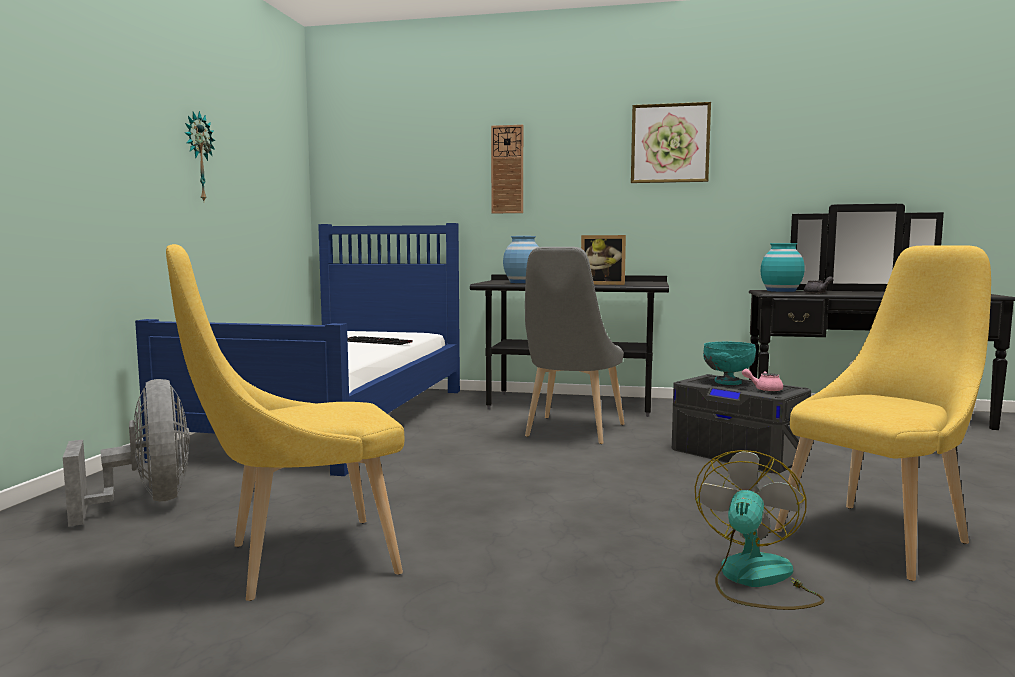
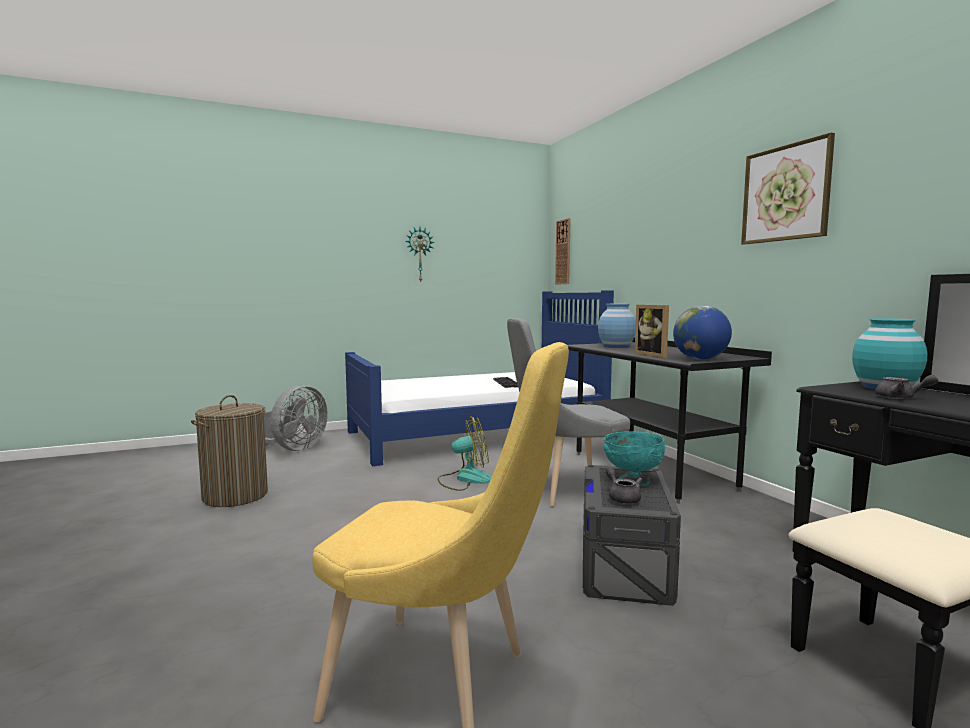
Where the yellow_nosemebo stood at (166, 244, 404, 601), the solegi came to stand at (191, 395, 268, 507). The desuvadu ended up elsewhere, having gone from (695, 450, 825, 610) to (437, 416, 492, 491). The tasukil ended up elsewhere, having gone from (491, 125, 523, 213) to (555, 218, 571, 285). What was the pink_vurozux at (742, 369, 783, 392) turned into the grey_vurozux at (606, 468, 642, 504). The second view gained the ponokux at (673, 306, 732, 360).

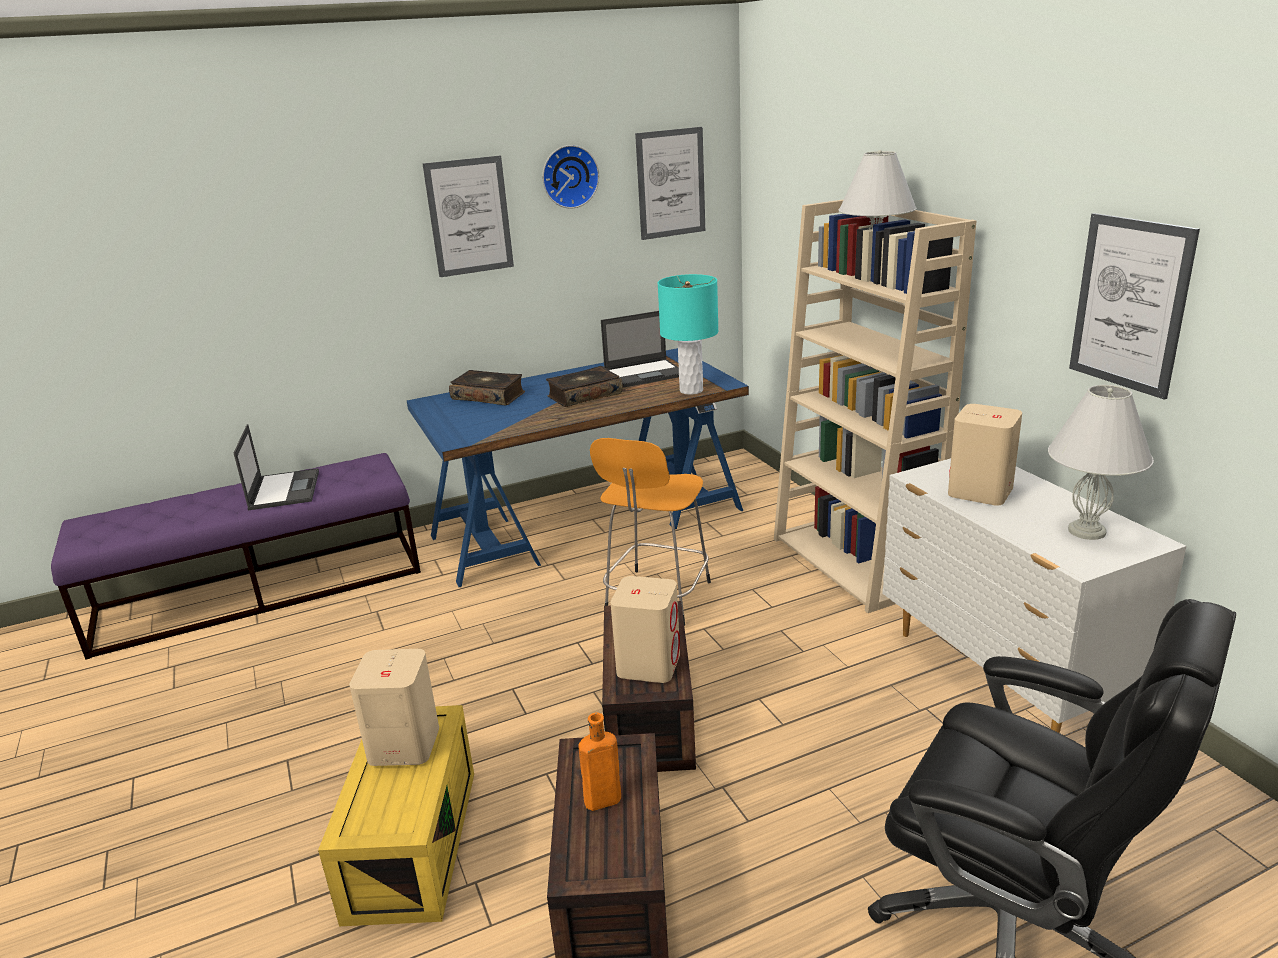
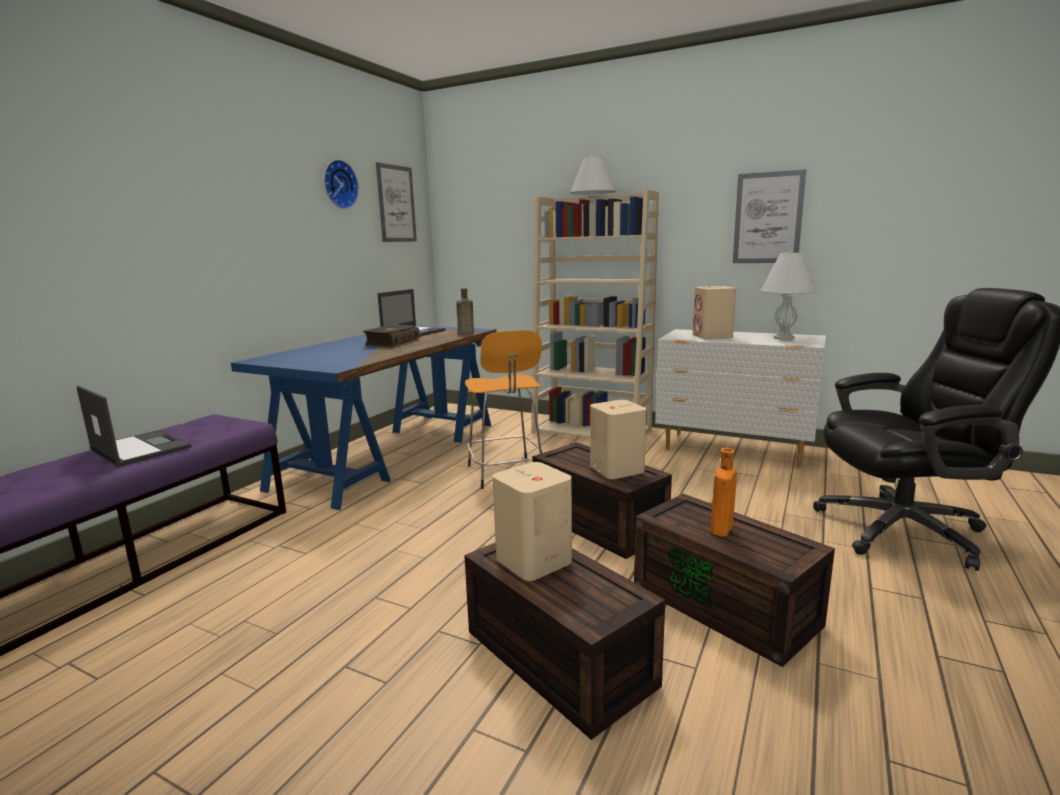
Where the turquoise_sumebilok stood at (658, 274, 719, 395), the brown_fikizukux came to stand at (456, 288, 474, 335). What was the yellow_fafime at (318, 705, 474, 926) turned into the brown_fafime at (464, 542, 665, 740). The second view lost the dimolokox at (423, 156, 514, 277). The second view lost the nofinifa at (449, 370, 525, 406).

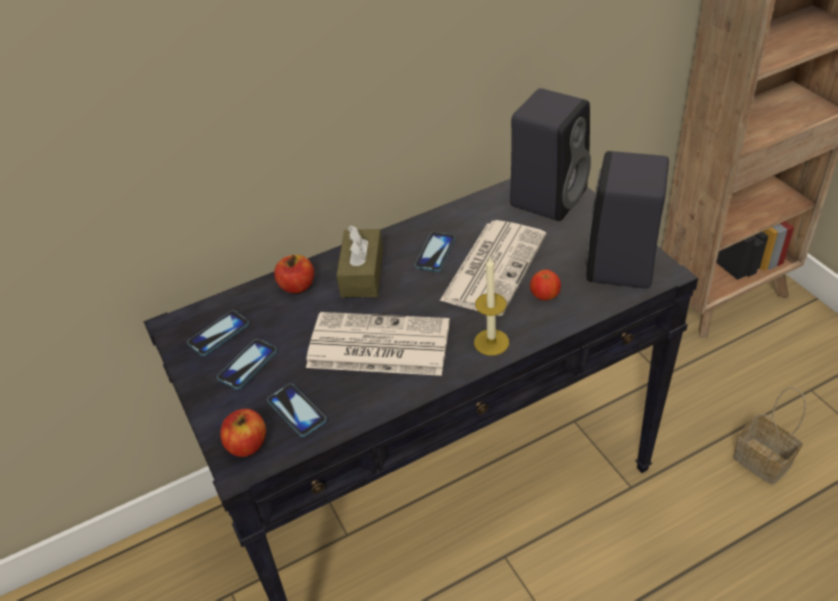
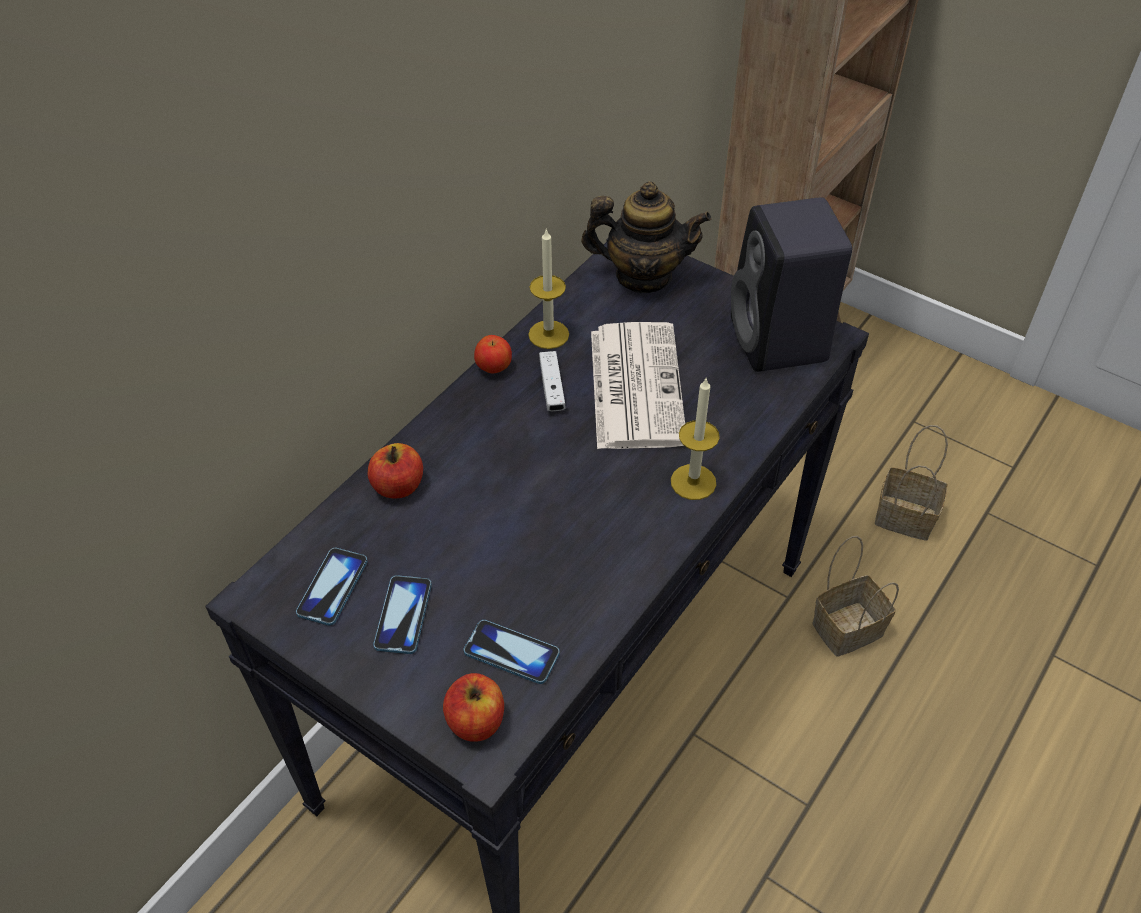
The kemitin ended up elsewhere, having gone from (530, 269, 561, 300) to (474, 335, 512, 374). The second view gained the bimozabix at (528, 228, 569, 349). Where the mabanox stood at (415, 232, 456, 272), the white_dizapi came to stand at (539, 351, 566, 411). Where the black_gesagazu stood at (510, 88, 591, 221), the vurozux came to stand at (581, 182, 712, 293). The second view gained the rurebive at (812, 536, 899, 657). The second view lost the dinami at (306, 312, 450, 376). The second view lost the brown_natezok at (336, 226, 383, 298).

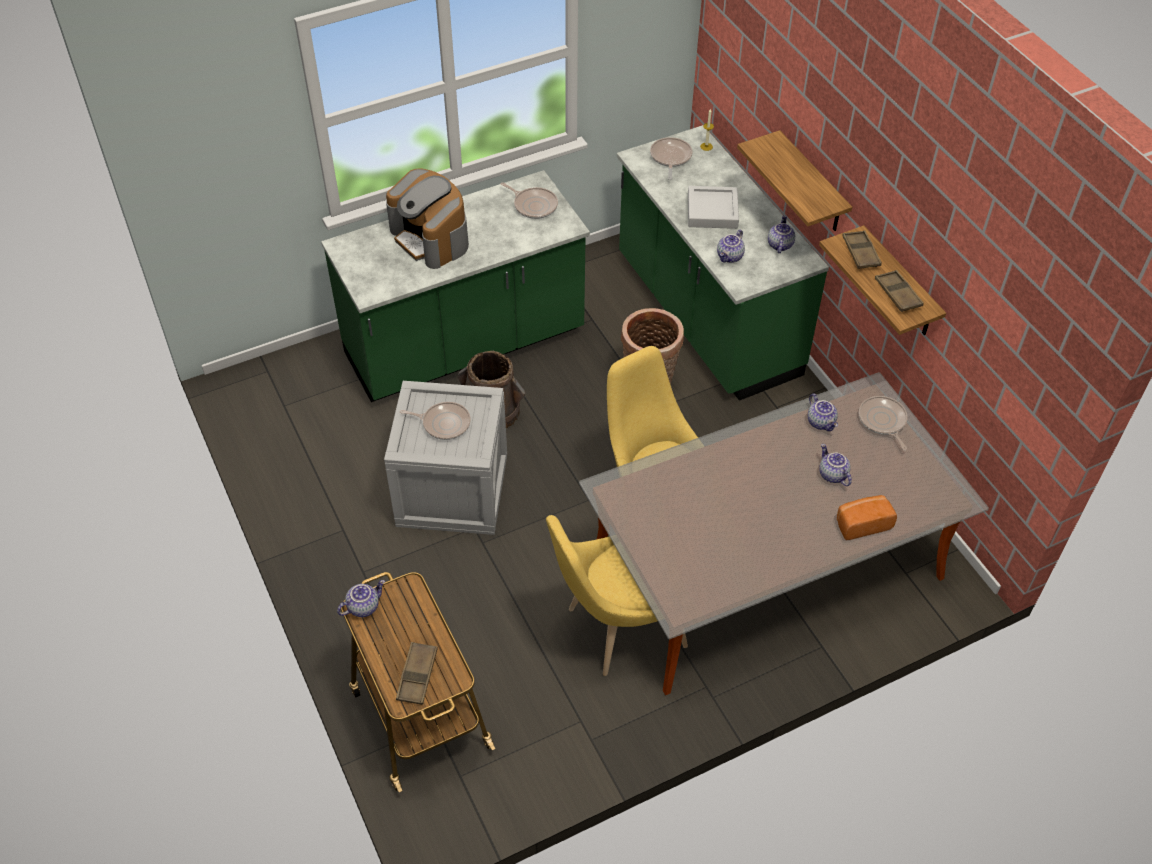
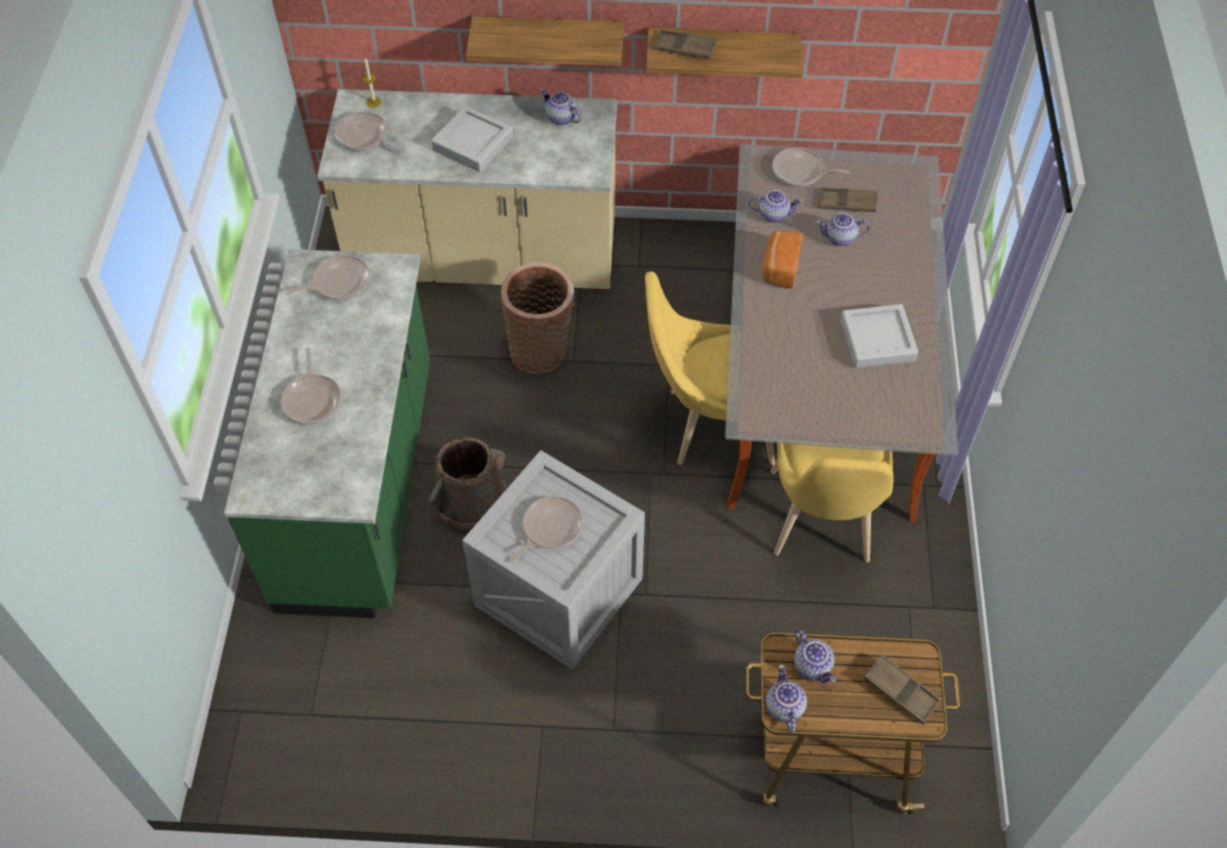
Where the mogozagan stood at (386, 168, 469, 269), the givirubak came to stand at (281, 348, 342, 425). What was the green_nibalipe at (617, 125, 829, 401) turned into the beige_nibalipe at (317, 89, 617, 290). The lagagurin ended up elsewhere, having gone from (837, 495, 897, 540) to (762, 230, 803, 289). The vurozux ended up elsewhere, having gone from (717, 230, 745, 263) to (794, 630, 836, 683). The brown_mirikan ended up elsewhere, having gone from (875, 270, 924, 312) to (818, 187, 878, 212). The second view gained the grey_mirikan at (840, 304, 918, 368).

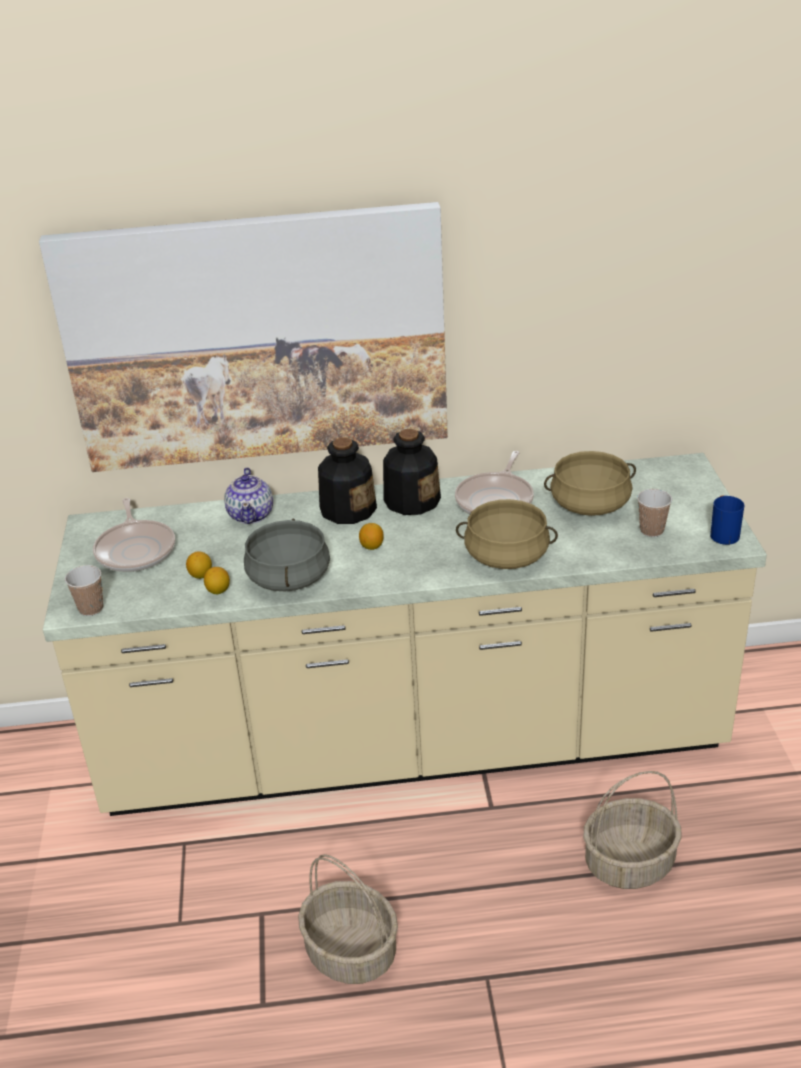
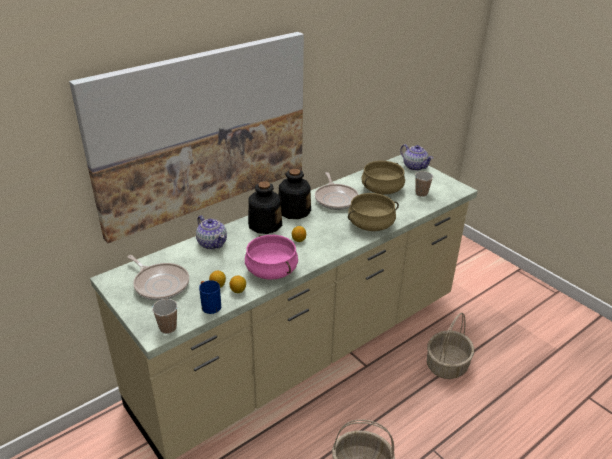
The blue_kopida ended up elsewhere, having gone from (710, 496, 744, 545) to (199, 280, 221, 314). What was the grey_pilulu at (244, 518, 330, 591) turned into the pink_pilulu at (245, 235, 298, 280). The second view gained the vurozux at (400, 144, 433, 171).

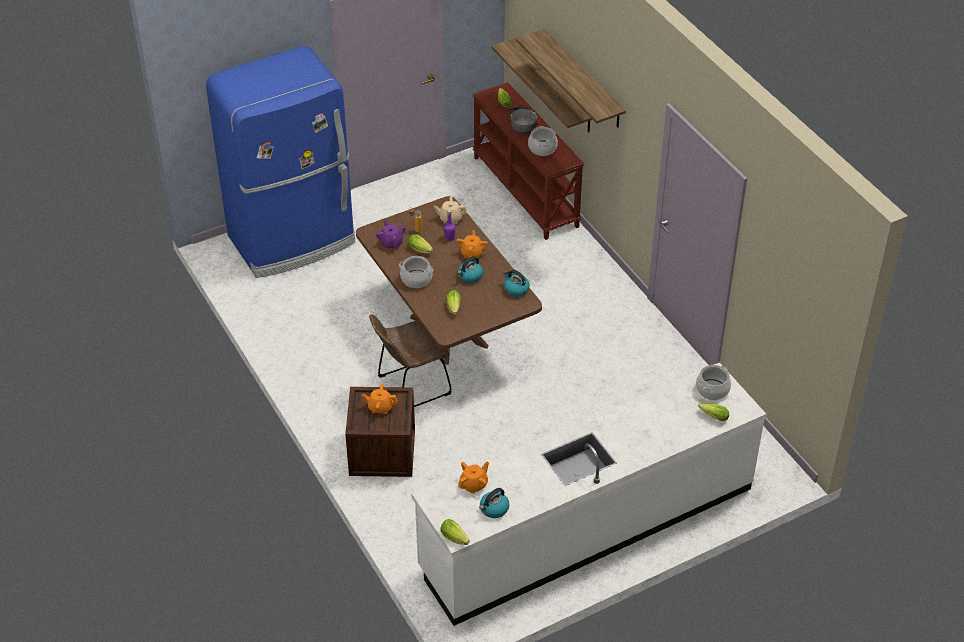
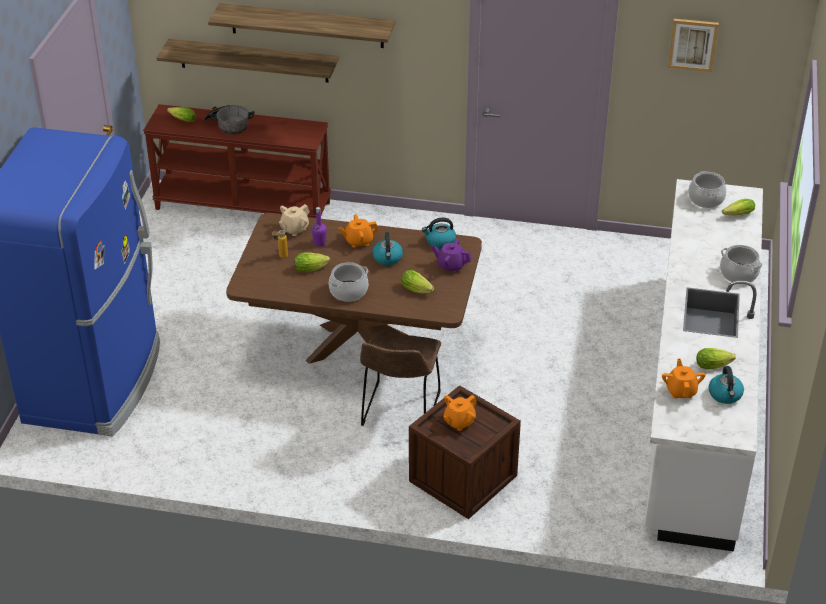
The orange_vurozux at (456, 230, 488, 258) ended up facing another way, 60 degrees counterclockwise from before. The purple_vurozux ended up elsewhere, having gone from (376, 220, 406, 249) to (432, 239, 472, 273). The second view gained the dimolokox at (668, 19, 719, 72). The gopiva ended up elsewhere, having gone from (440, 519, 470, 545) to (696, 348, 736, 369). The pilulu ended up elsewhere, having gone from (528, 126, 558, 156) to (720, 245, 763, 282).

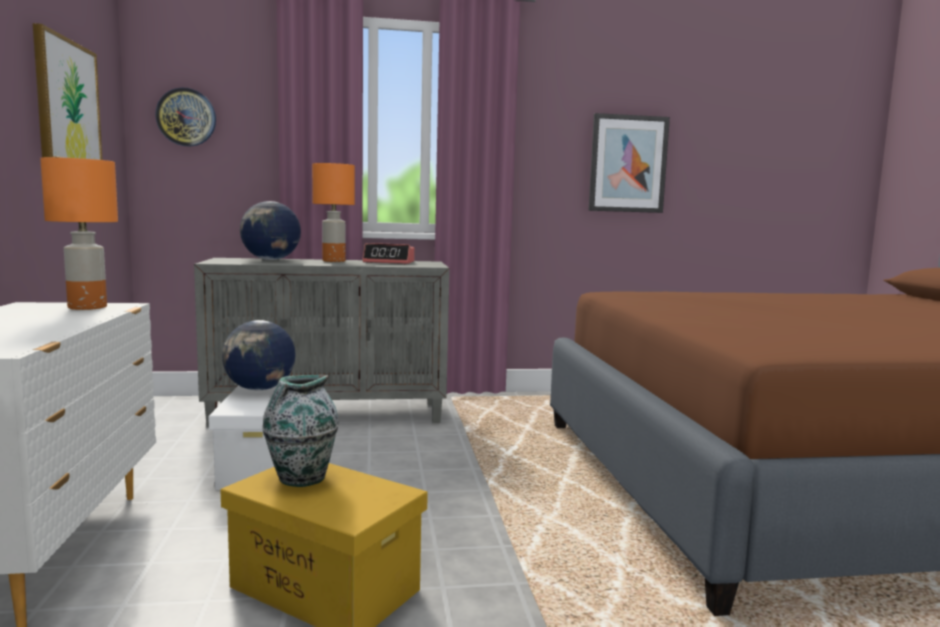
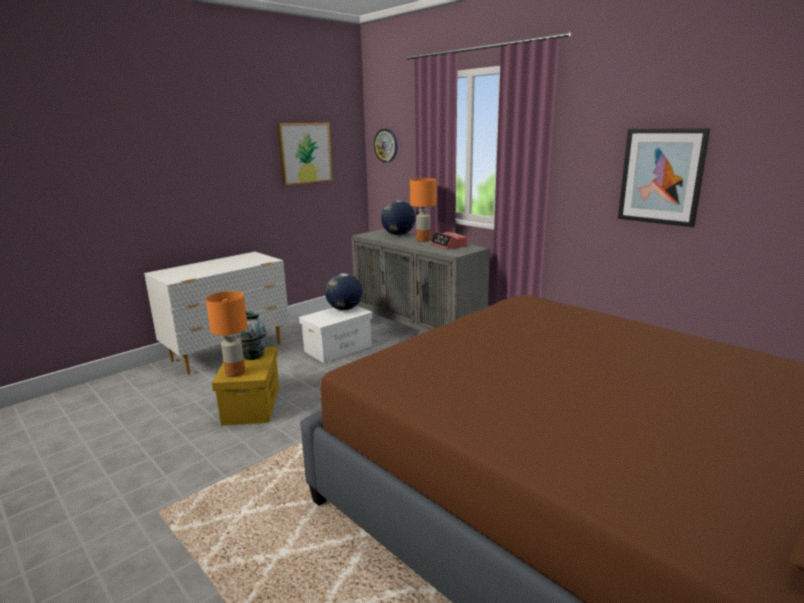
The orange_sumebilok ended up elsewhere, having gone from (40, 157, 118, 310) to (206, 291, 248, 377).

